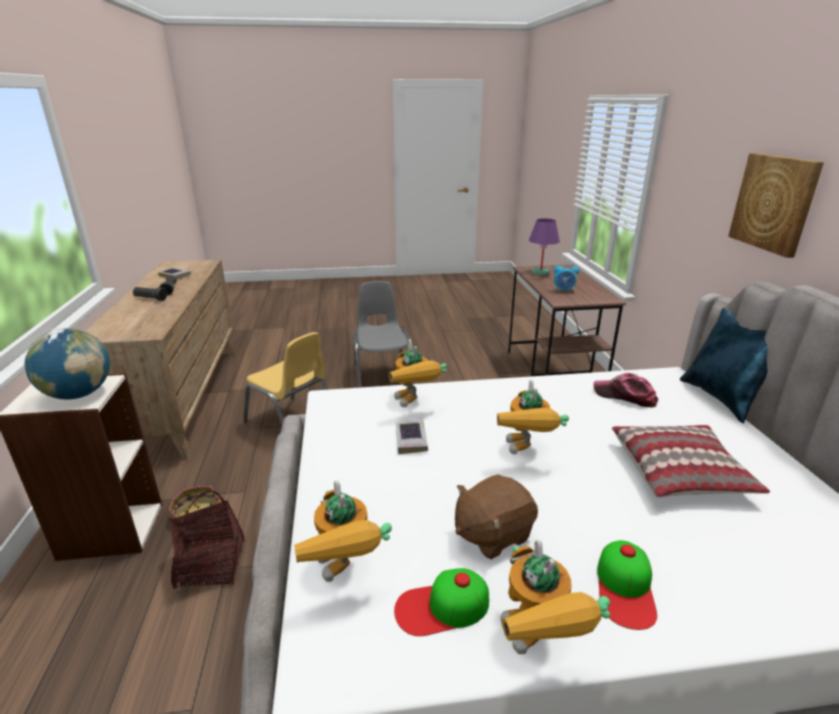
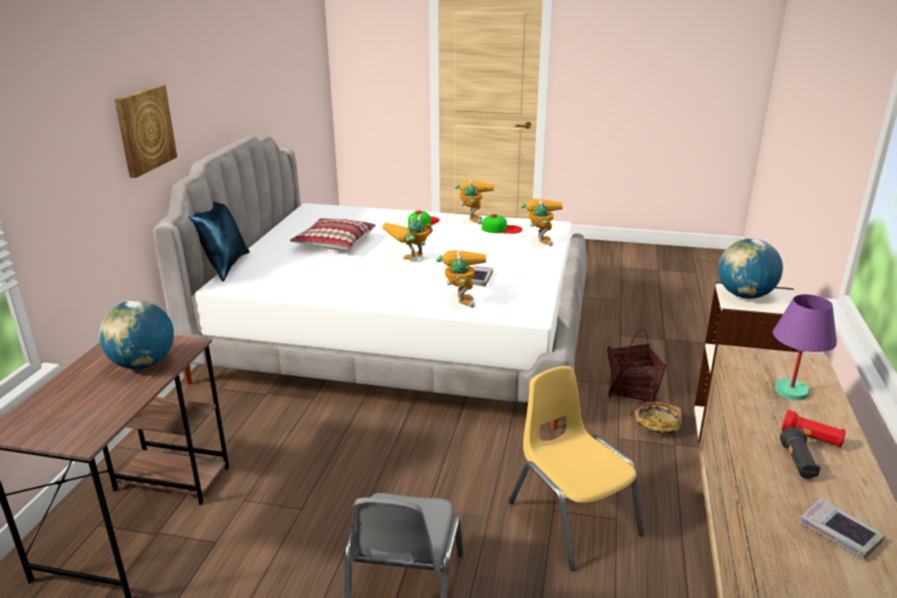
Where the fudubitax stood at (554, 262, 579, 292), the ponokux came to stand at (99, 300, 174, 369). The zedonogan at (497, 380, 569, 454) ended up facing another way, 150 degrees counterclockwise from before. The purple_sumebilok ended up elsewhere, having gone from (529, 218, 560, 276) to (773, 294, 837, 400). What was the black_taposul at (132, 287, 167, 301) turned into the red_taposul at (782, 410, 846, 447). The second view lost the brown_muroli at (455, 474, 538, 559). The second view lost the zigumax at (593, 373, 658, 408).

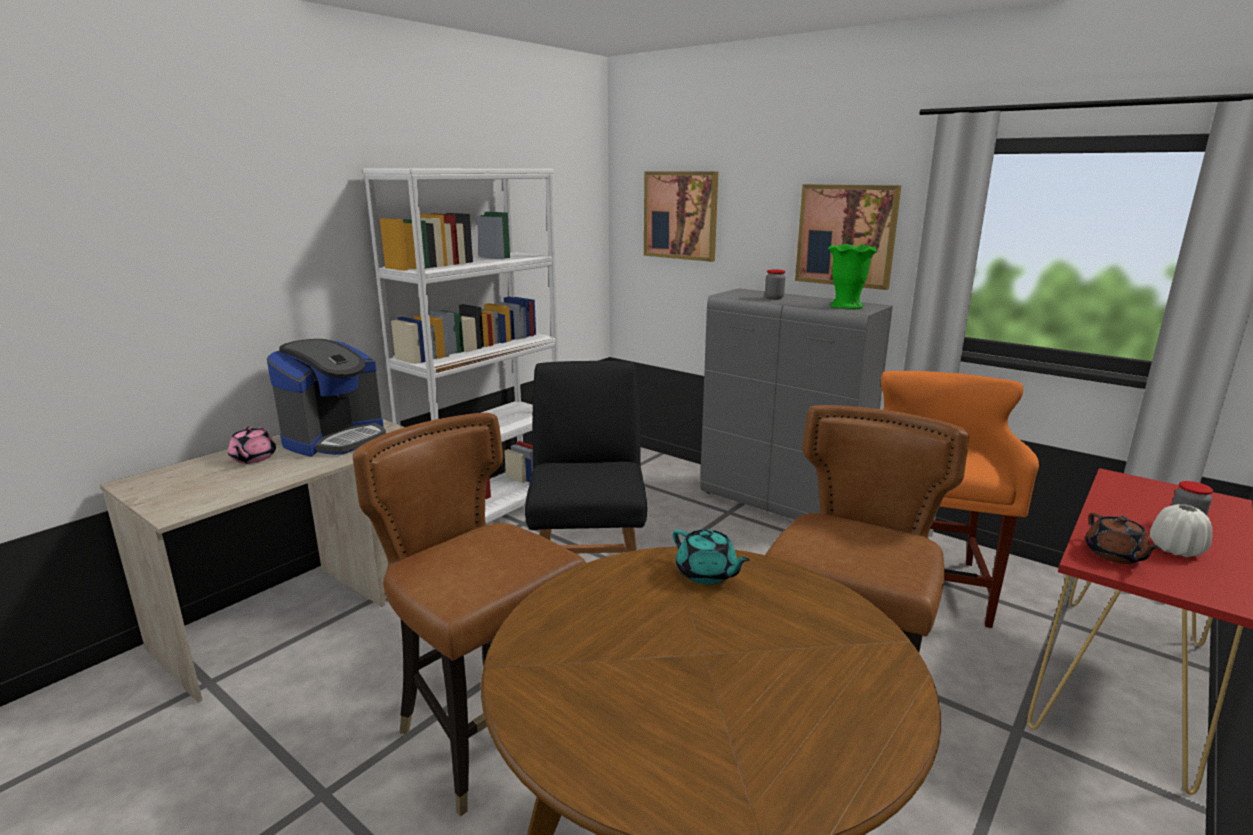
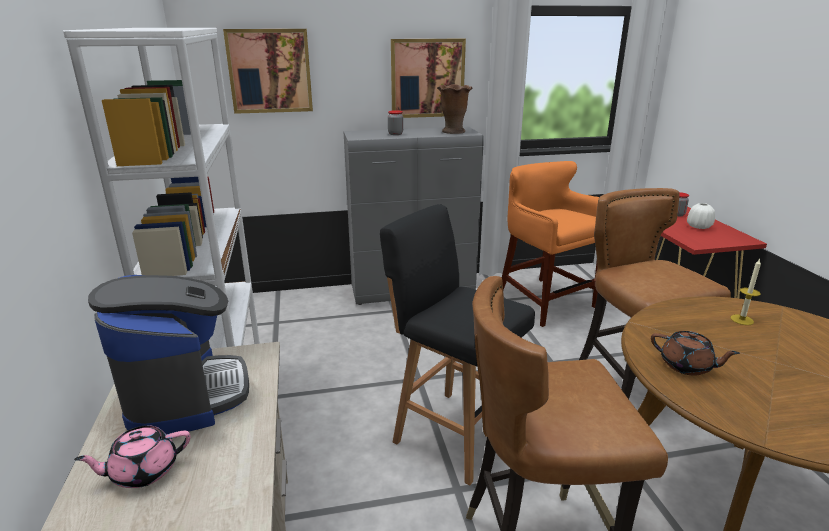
The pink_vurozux at (228, 426, 276, 464) ended up facing another way, 120 degrees clockwise from before. What was the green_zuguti at (828, 244, 877, 310) turned into the brown_zuguti at (437, 84, 473, 134). The brown_vurozux ended up elsewhere, having gone from (1085, 512, 1160, 564) to (651, 331, 740, 376). The second view gained the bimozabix at (730, 259, 761, 325). The second view lost the turquoise_vurozux at (673, 529, 750, 584).

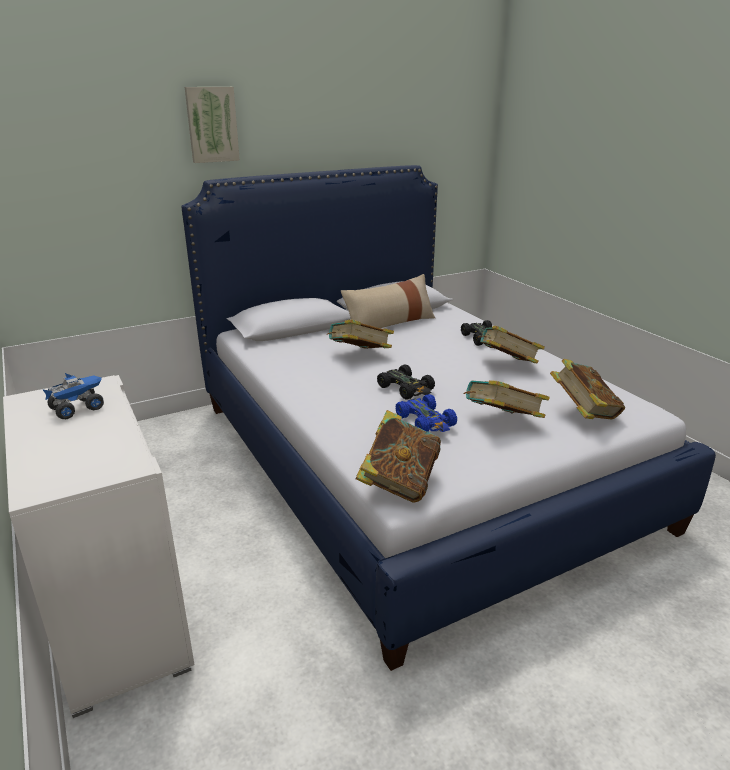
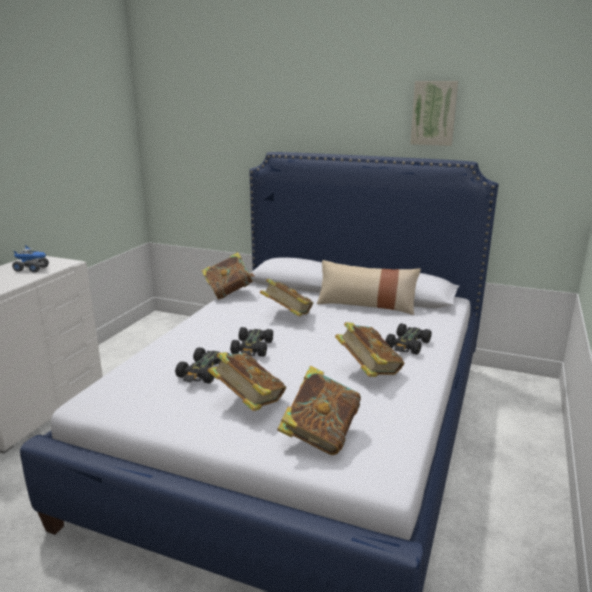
What was the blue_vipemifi at (396, 394, 457, 432) turned into the black_vipemifi at (175, 347, 229, 384). The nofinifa ended up elsewhere, having gone from (355, 410, 441, 503) to (201, 252, 255, 300). The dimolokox ended up elsewhere, having gone from (185, 87, 240, 163) to (410, 81, 458, 146).

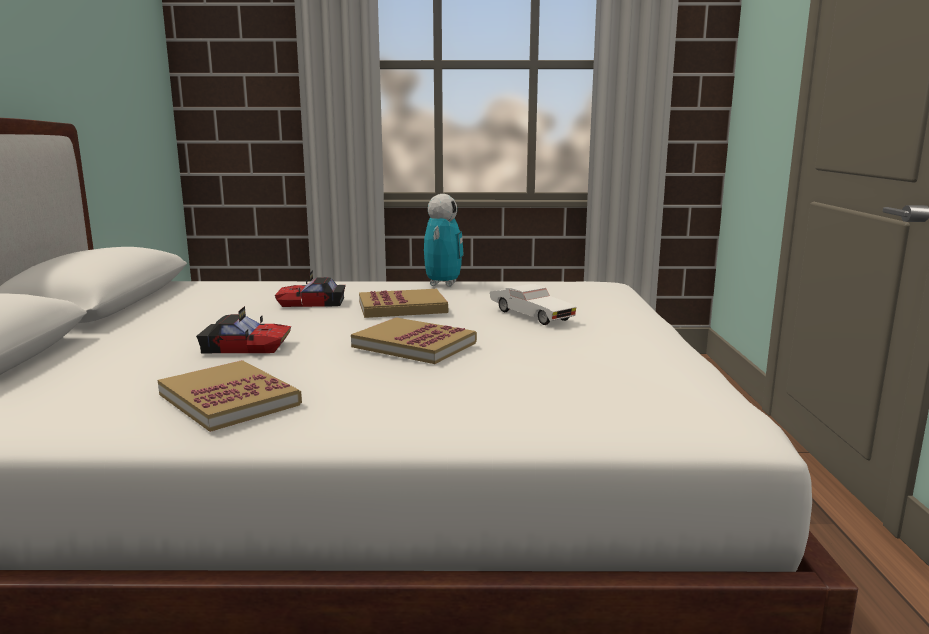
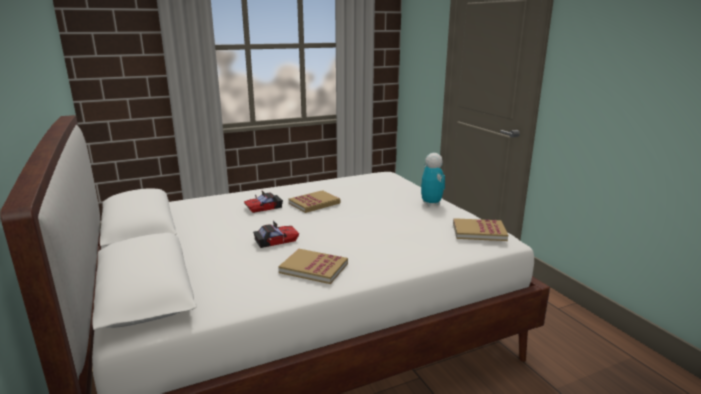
The zedonogan ended up elsewhere, having gone from (424, 194, 464, 287) to (421, 153, 445, 206). The nofinifa ended up elsewhere, having gone from (351, 318, 477, 364) to (453, 218, 508, 241). The second view lost the white_vipemifi at (490, 284, 576, 325).

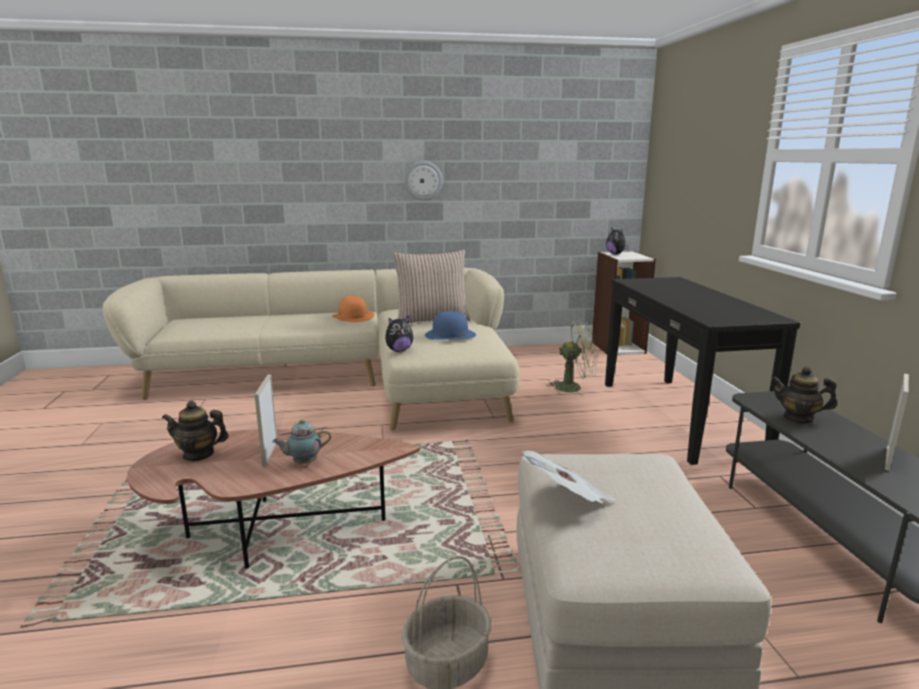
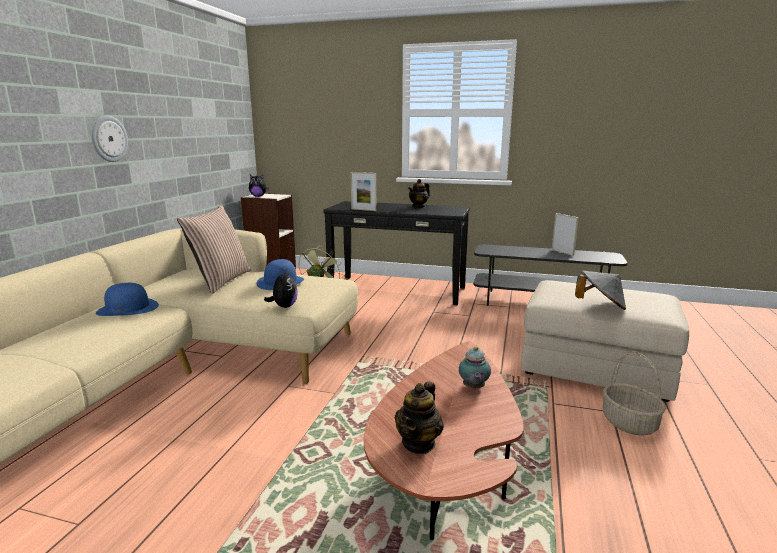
What was the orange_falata at (332, 296, 375, 322) turned into the blue_falata at (96, 283, 159, 316). The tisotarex ended up elsewhere, having gone from (255, 374, 277, 467) to (351, 172, 376, 211). The vurozux ended up elsewhere, having gone from (771, 366, 837, 424) to (408, 179, 430, 208). Where the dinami stood at (521, 451, 616, 503), the grey_falata came to stand at (575, 271, 626, 310).

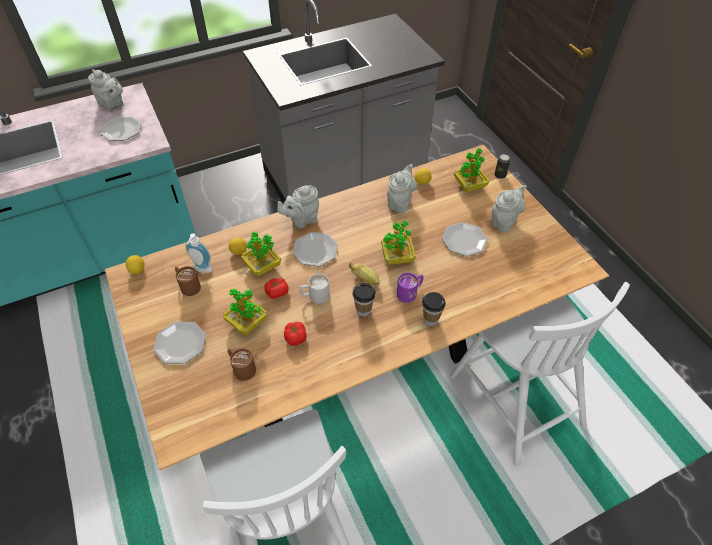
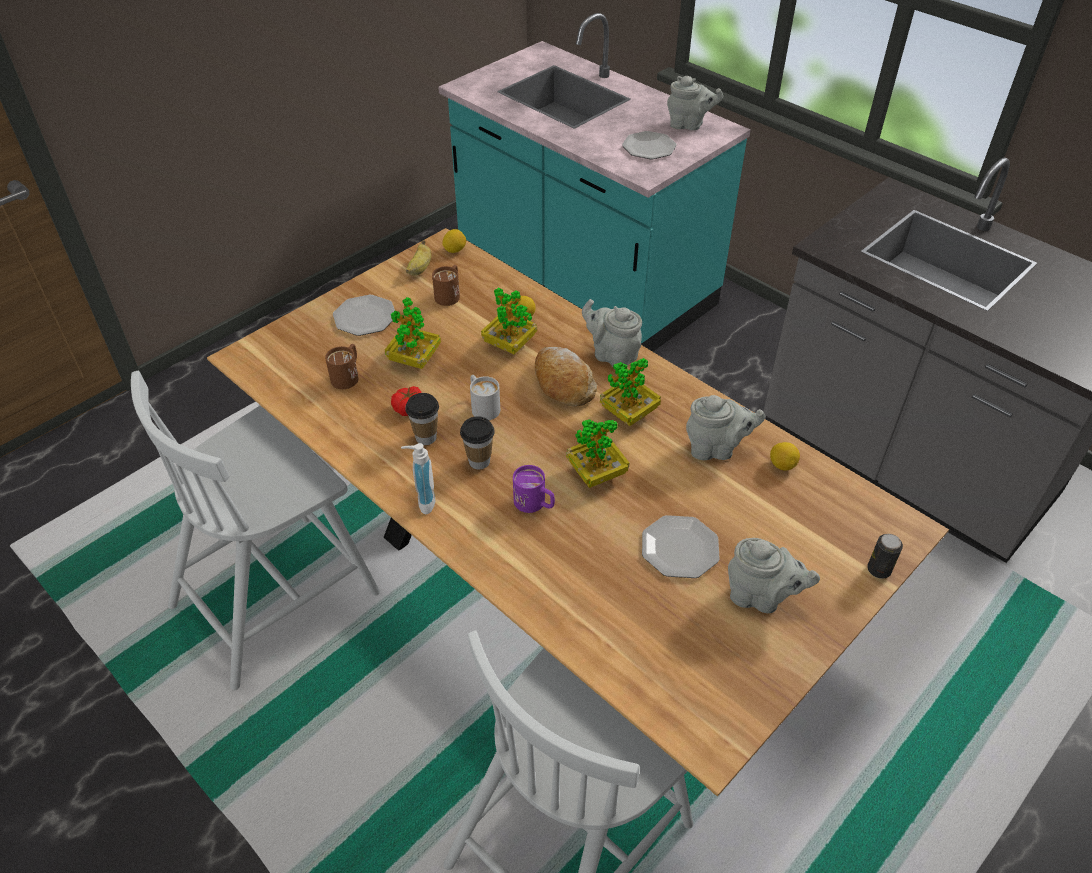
The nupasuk ended up elsewhere, having gone from (185, 233, 213, 273) to (401, 443, 436, 514). The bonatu ended up elsewhere, having gone from (422, 292, 446, 326) to (405, 393, 439, 445). The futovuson ended up elsewhere, having gone from (349, 263, 380, 285) to (406, 240, 431, 276). Where the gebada stood at (292, 232, 338, 266), the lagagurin came to stand at (535, 347, 597, 407). The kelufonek ended up elsewhere, having gone from (454, 148, 489, 192) to (600, 358, 661, 426). The grey_vurozux at (88, 69, 123, 110) ended up facing another way, 90 degrees counterclockwise from before. The second view lost the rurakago at (264, 278, 289, 299).

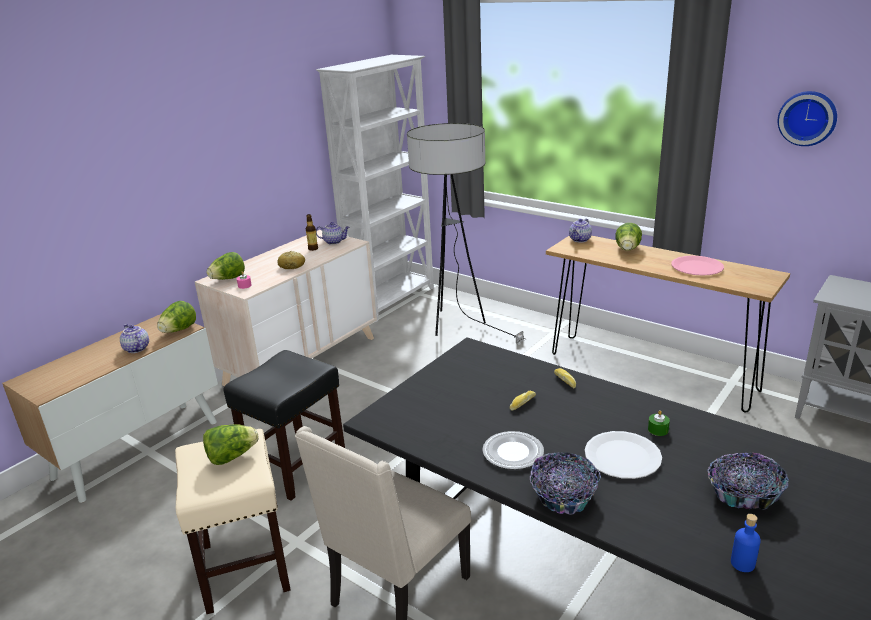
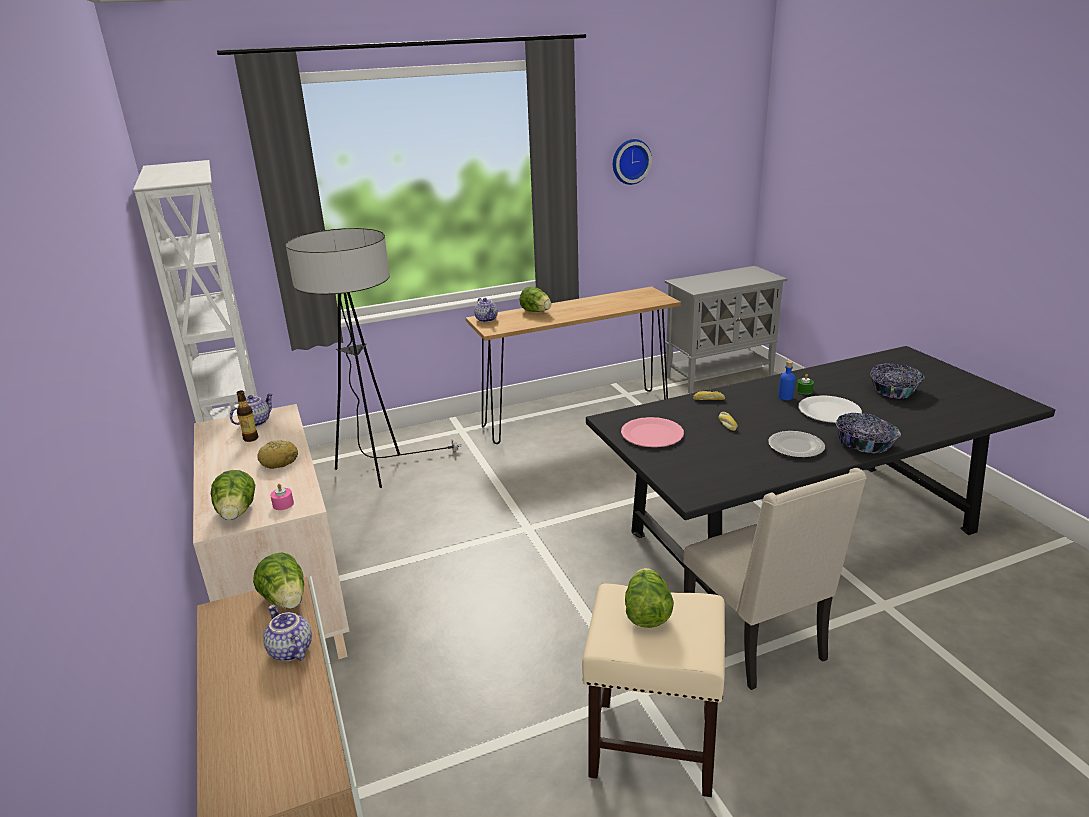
The vurozux at (120, 324, 149, 353) ended up facing another way, 60 degrees clockwise from before. The pink_gebada ended up elsewhere, having gone from (672, 256, 724, 276) to (621, 417, 684, 447). The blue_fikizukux ended up elsewhere, having gone from (731, 514, 761, 572) to (778, 361, 795, 400). The second view lost the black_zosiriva at (223, 350, 345, 501).

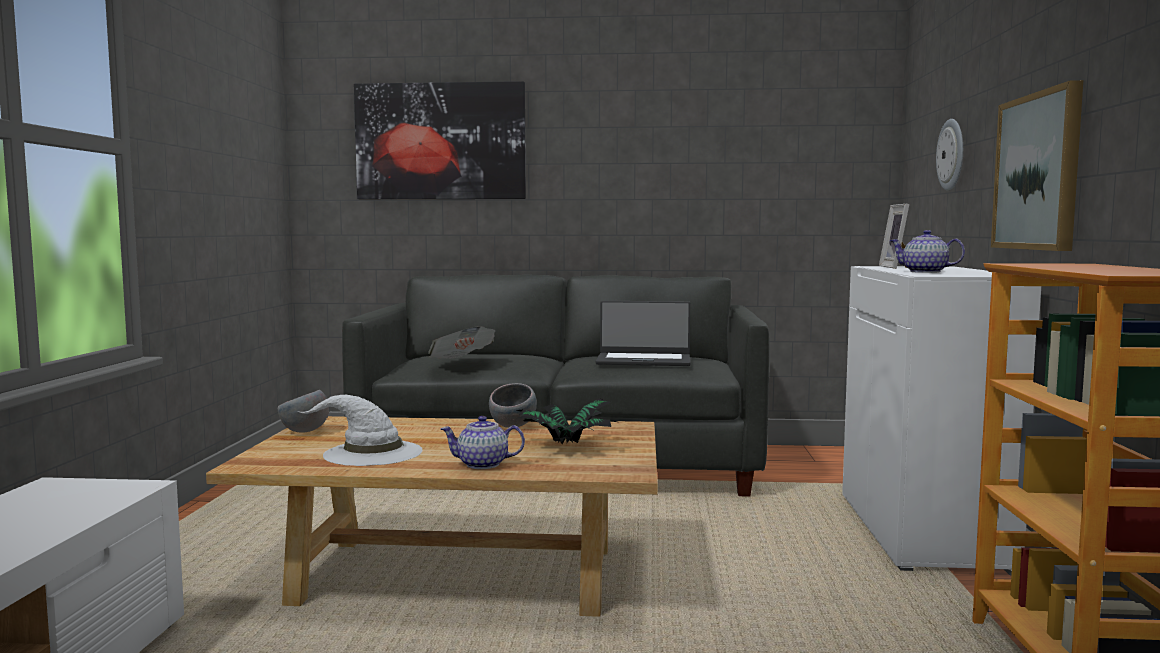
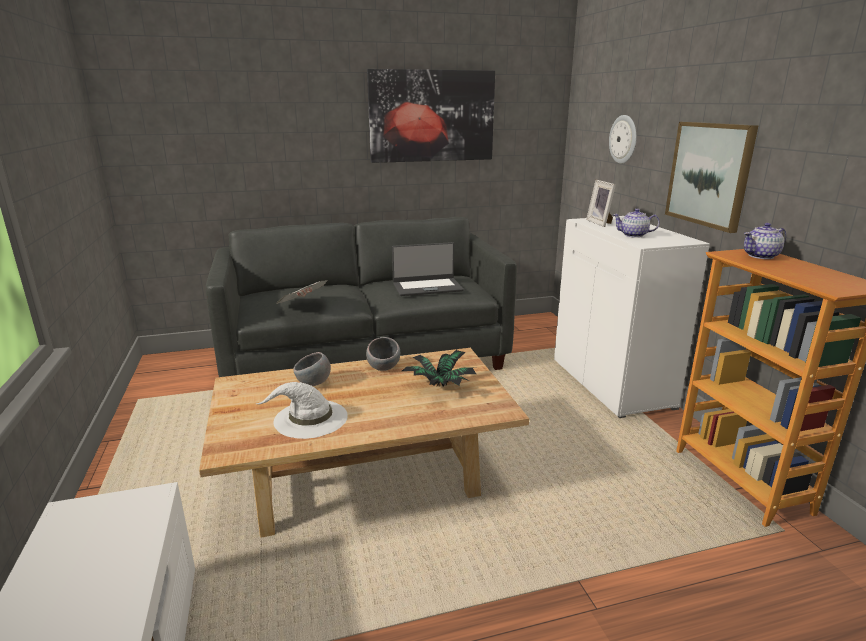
The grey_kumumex ended up elsewhere, having gone from (278, 390, 330, 433) to (293, 352, 331, 386). The dimolokox ended up elsewhere, having gone from (354, 81, 526, 199) to (367, 69, 495, 163). The vurozux ended up elsewhere, having gone from (440, 416, 525, 469) to (744, 223, 786, 259).

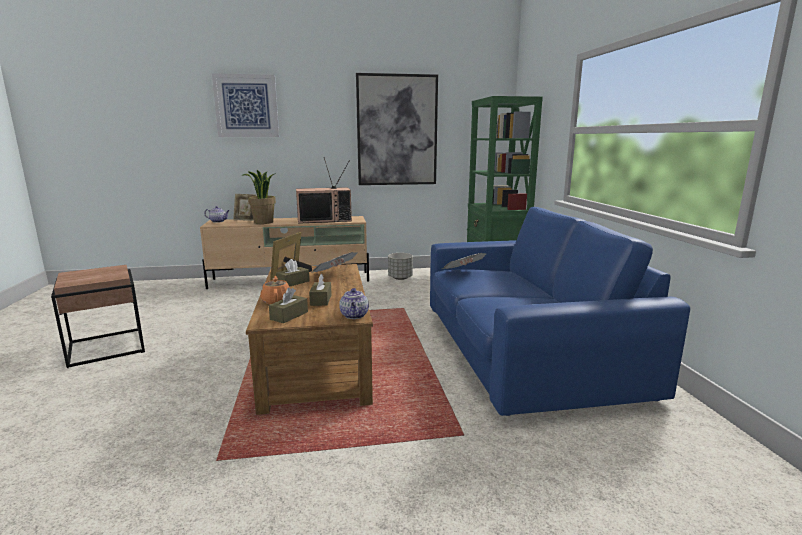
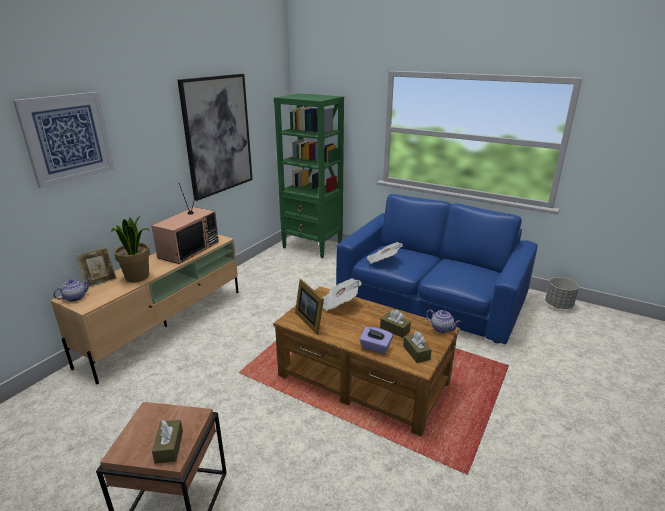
The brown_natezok ended up elsewhere, having gone from (276, 259, 310, 287) to (152, 420, 183, 464). Where the orange_vurozux stood at (260, 276, 290, 304), the purple_natezok came to stand at (359, 327, 393, 354). The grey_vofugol ended up elsewhere, having gone from (388, 253, 413, 280) to (545, 277, 579, 309).

